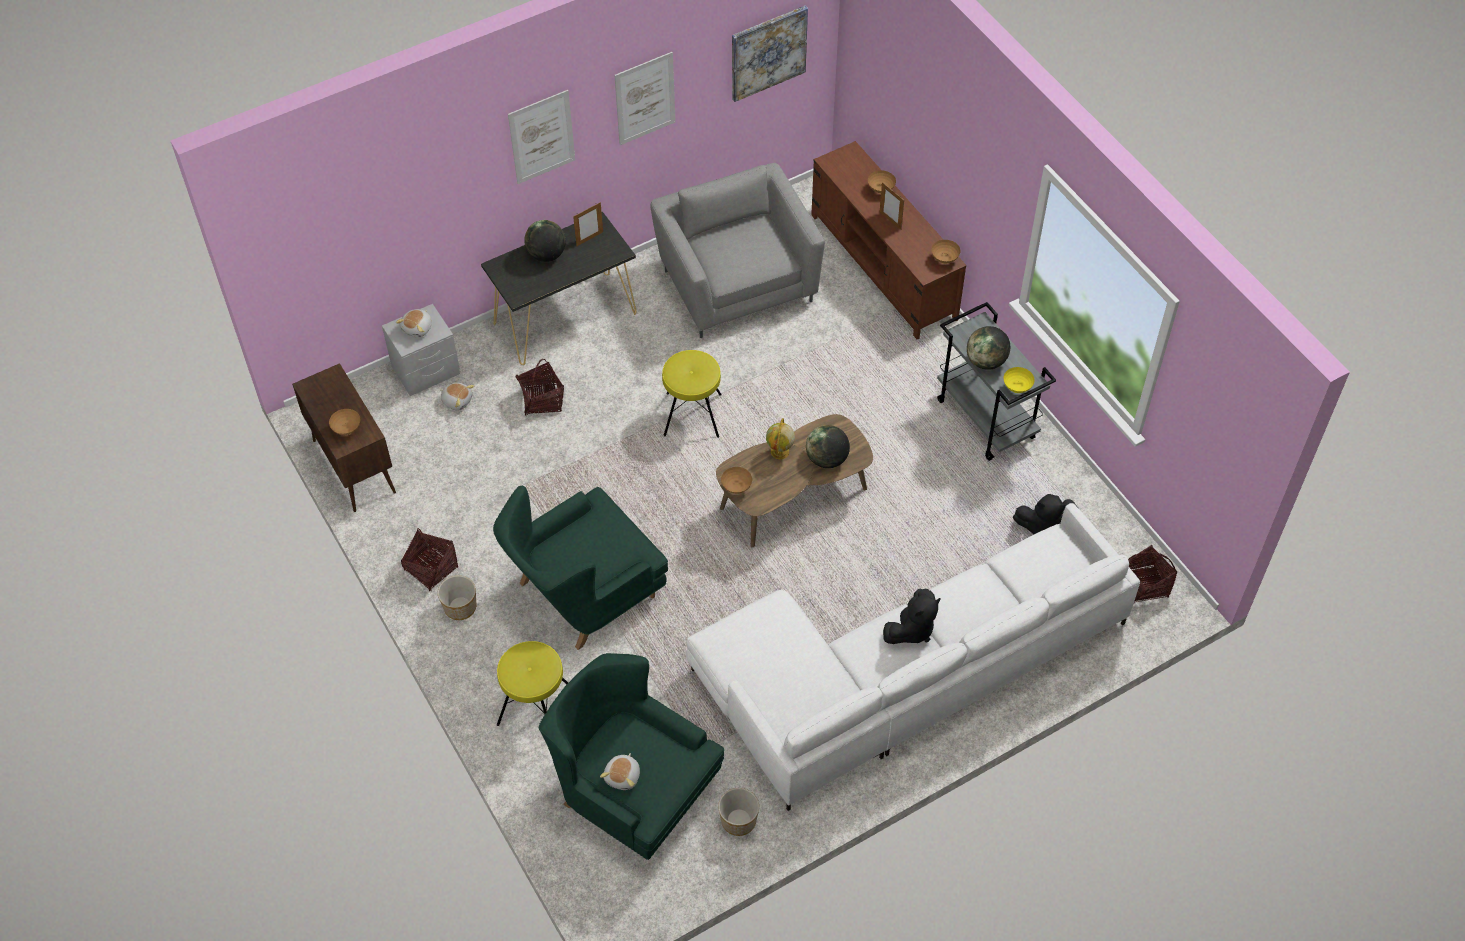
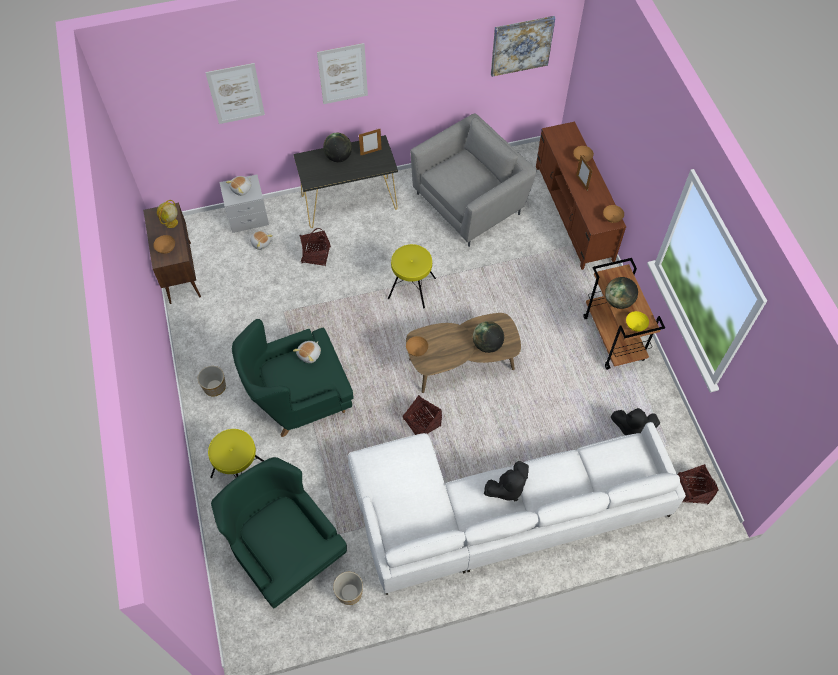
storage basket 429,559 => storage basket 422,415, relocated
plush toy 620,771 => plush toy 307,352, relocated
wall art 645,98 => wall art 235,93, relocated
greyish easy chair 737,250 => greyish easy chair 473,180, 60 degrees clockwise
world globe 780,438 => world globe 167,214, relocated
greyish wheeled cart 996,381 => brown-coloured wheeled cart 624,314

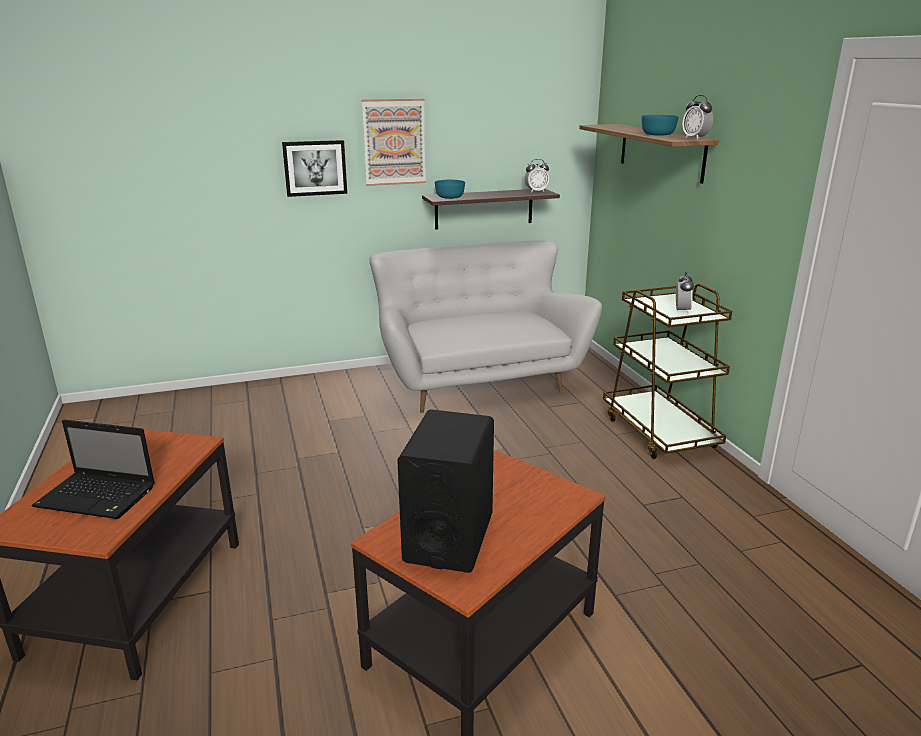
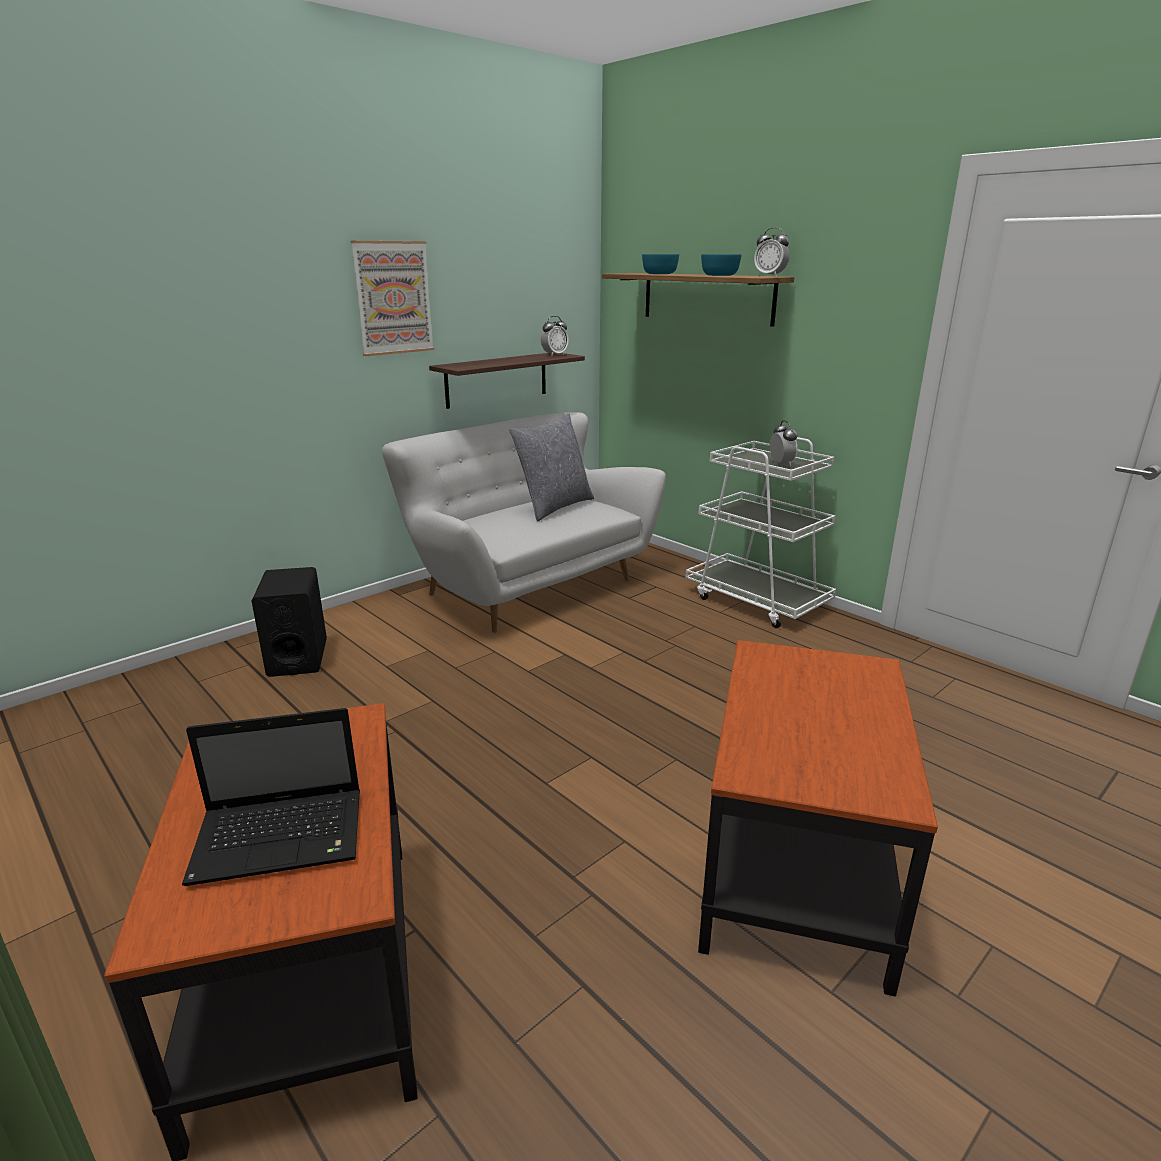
wall art 314,168 => nothing
black-coloured speaker 445,491 => black-coloured speaker 289,622, relocated
turquoise-coloured serving bowl 450,189 => turquoise-coloured serving bowl 660,264, relocated
brown-coloured wheeled cart 667,371 => white wheeled cart 760,532
nothing => greyish cushion 551,467

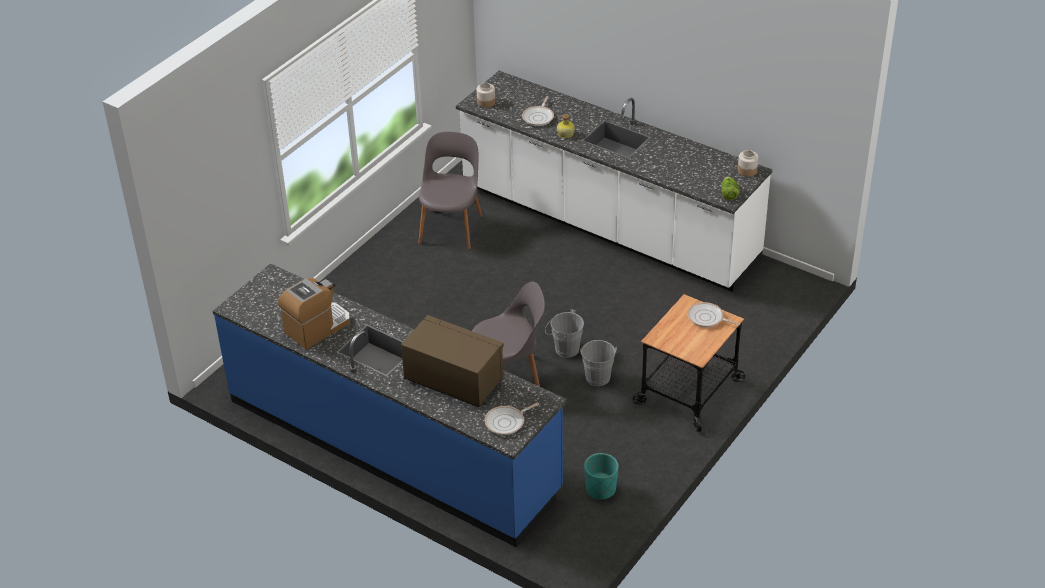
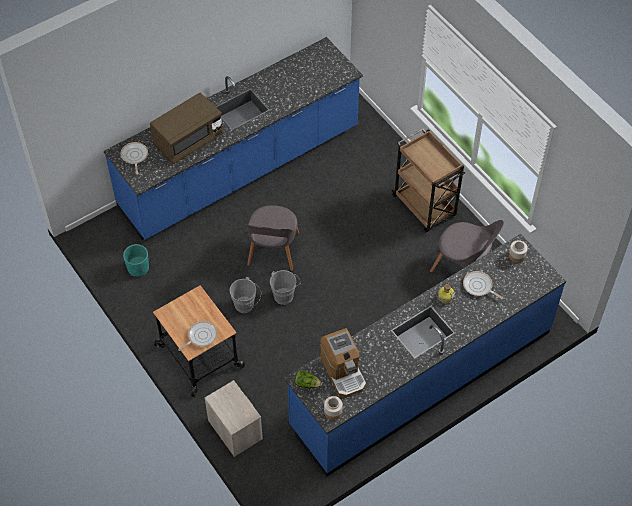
coffee maker 314,314 => coffee maker 343,363, relocated
white kitchen base unit 614,181 => blue kitchen base unit 425,355
nothing => night table 233,418
nothing => brown-coloured wheeled cart 428,180

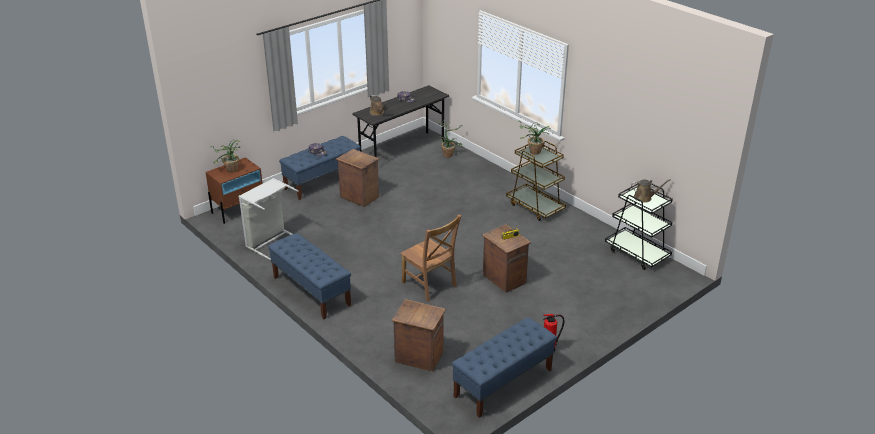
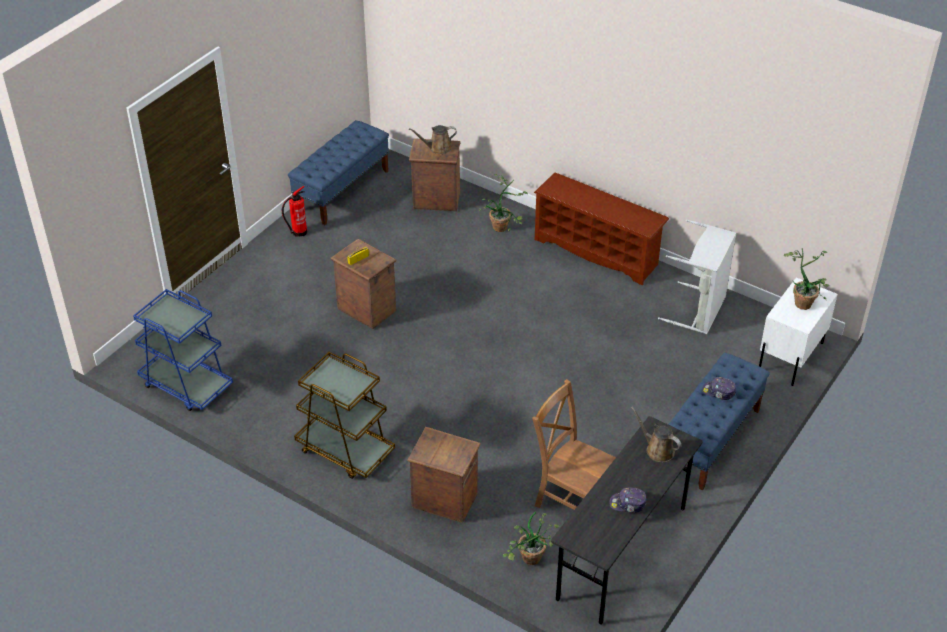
brown-coloured night table 234,190 => white night table 798,332
blue bench 309,276 => brown-coloured shoe stand 601,228
crate 357,178 => crate 444,475, relocated
brown-coloured chair 431,258 => brown-coloured chair 574,444, relocated
potted plant 534,138 => potted plant 503,203, relocated
black-coloured wheeled cart 639,226 => blue wheeled cart 183,350
brown-coloured sprinkling can 651,191 => brown-coloured sprinkling can 433,139, relocated

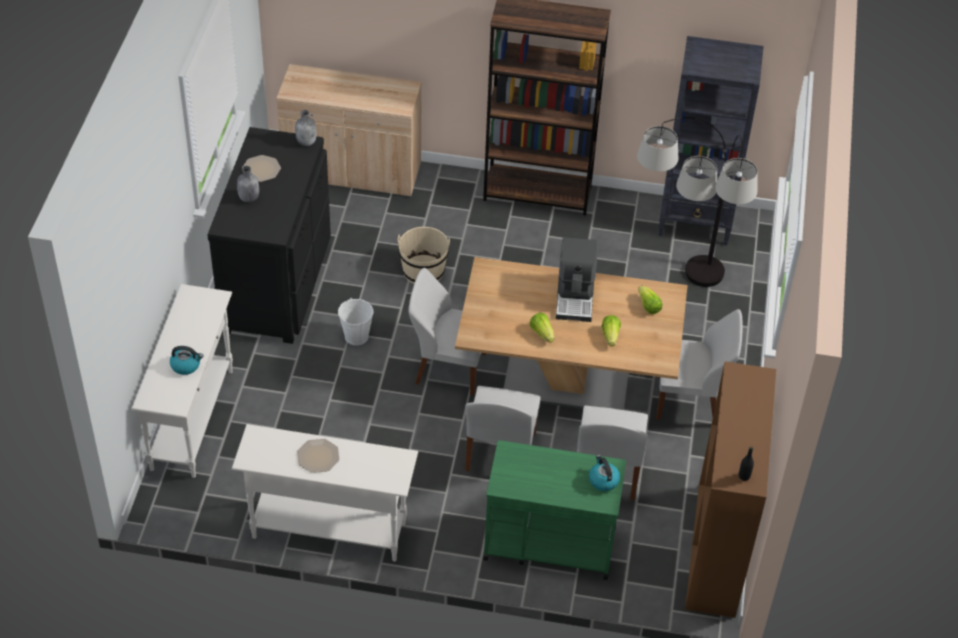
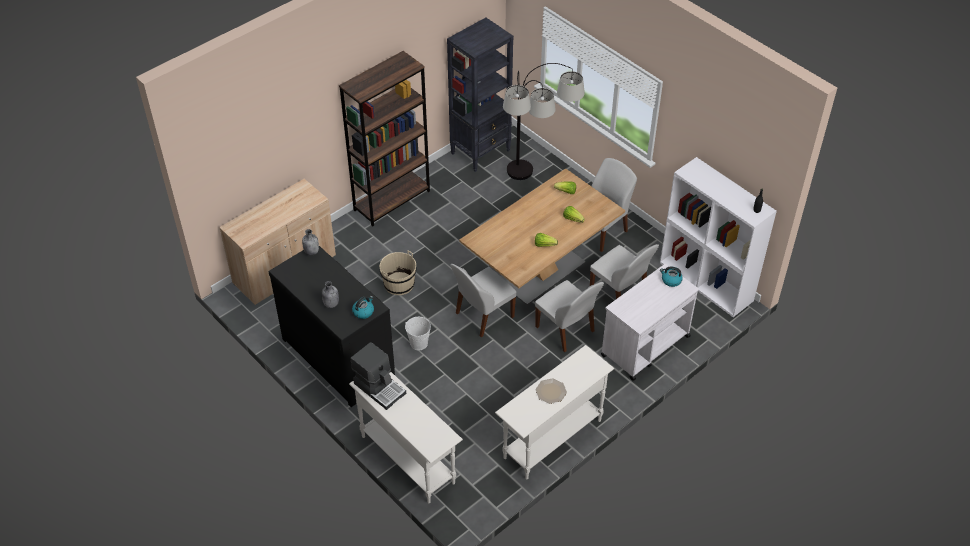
kettle 187,360 => kettle 363,307, relocated
flat dish 262,168 => nothing
green wheeled cart 554,510 => white wheeled cart 650,322
coffee maker 577,279 => coffee maker 378,376, relocated
brown-coloured bookcase 730,489 => white bookcase 718,237

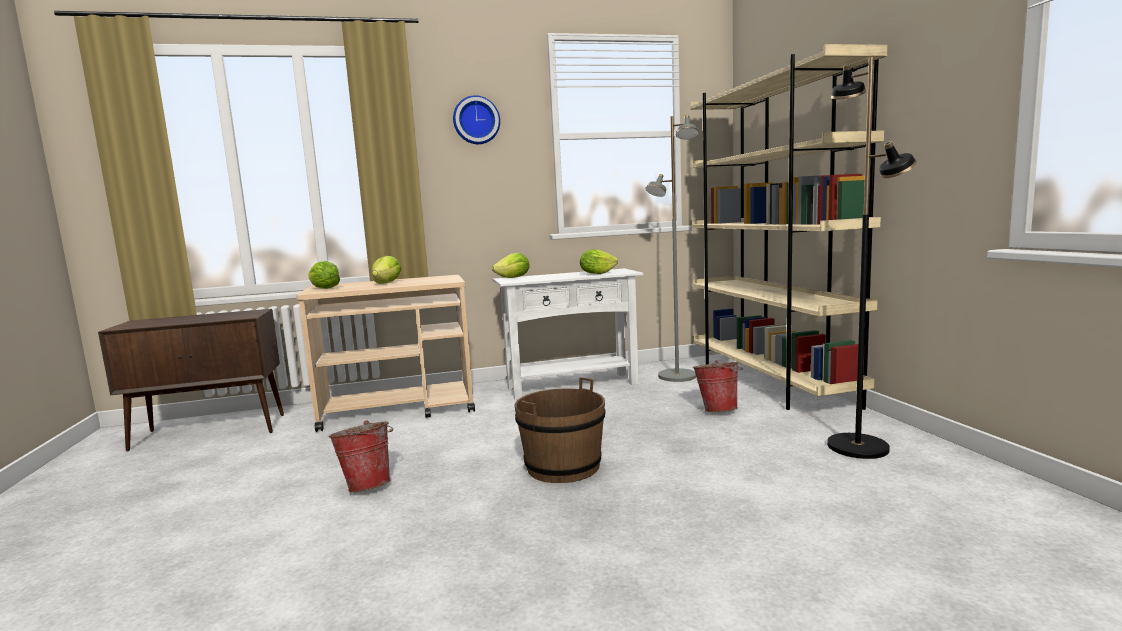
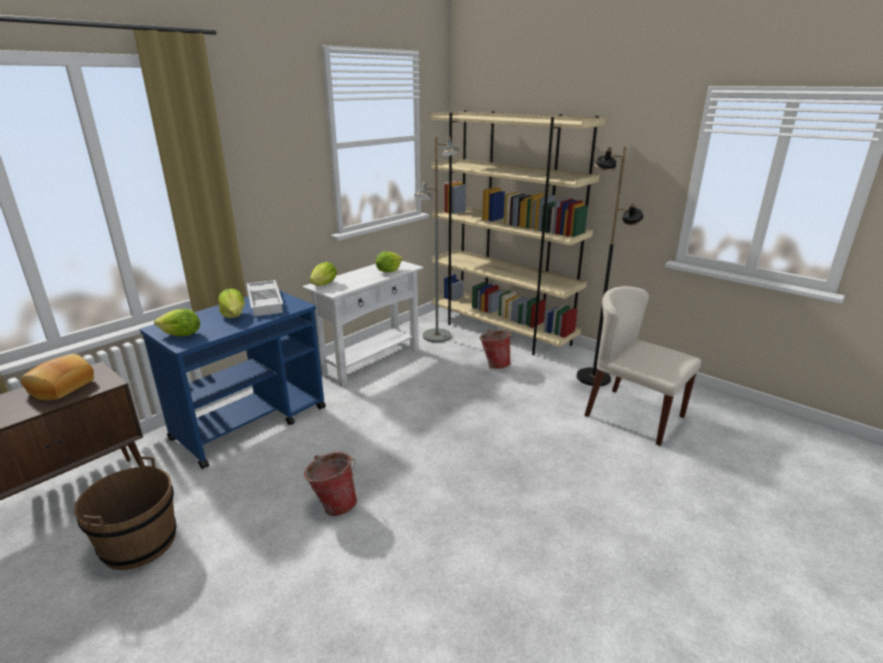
sand-coloured wheeled cart 385,353 => blue wheeled cart 233,379
wall clock 476,119 => nothing
brown-coloured water bucket 559,430 => brown-coloured water bucket 125,513, relocated
nothing => bakery bread 57,377
nothing => white serving tray 265,298
nothing => sand-coloured chair 643,366

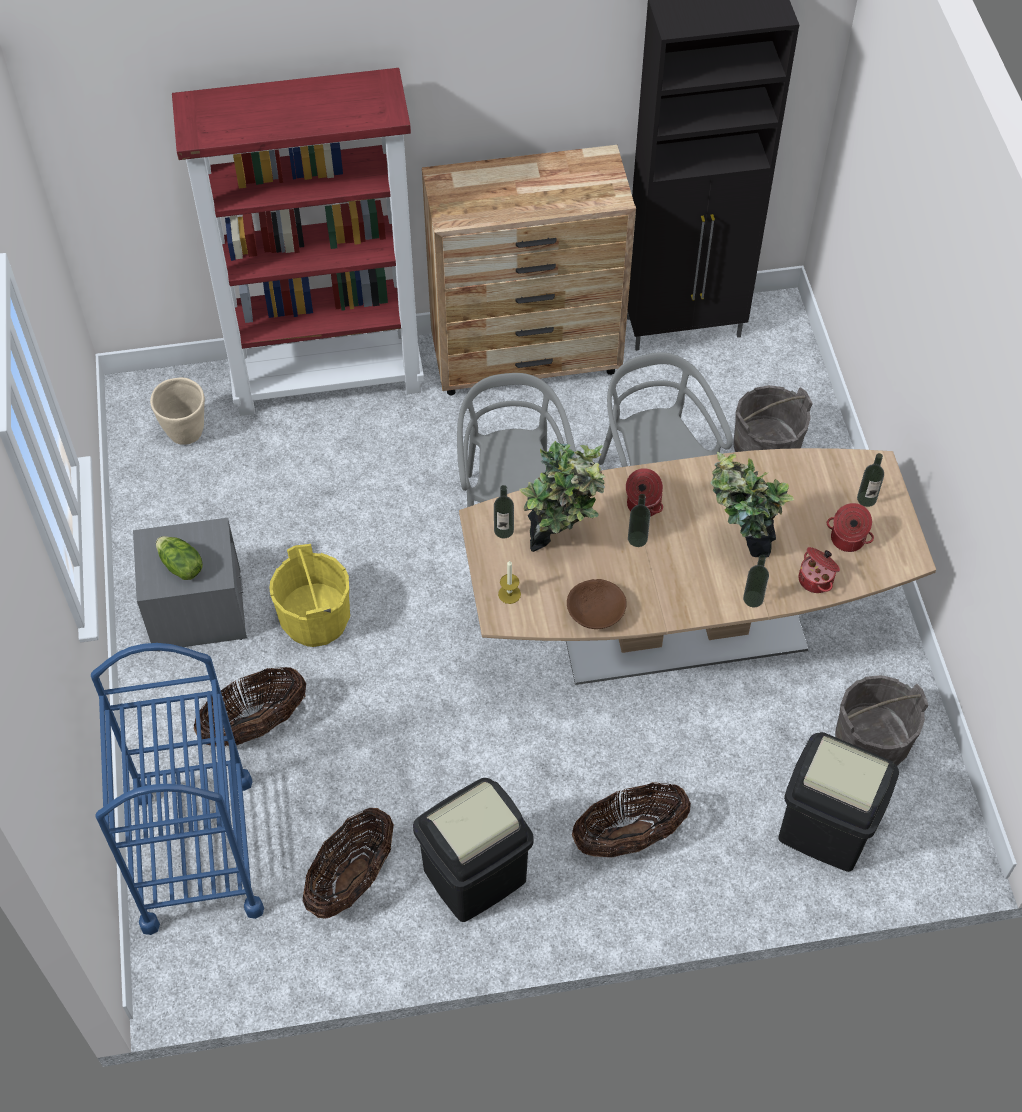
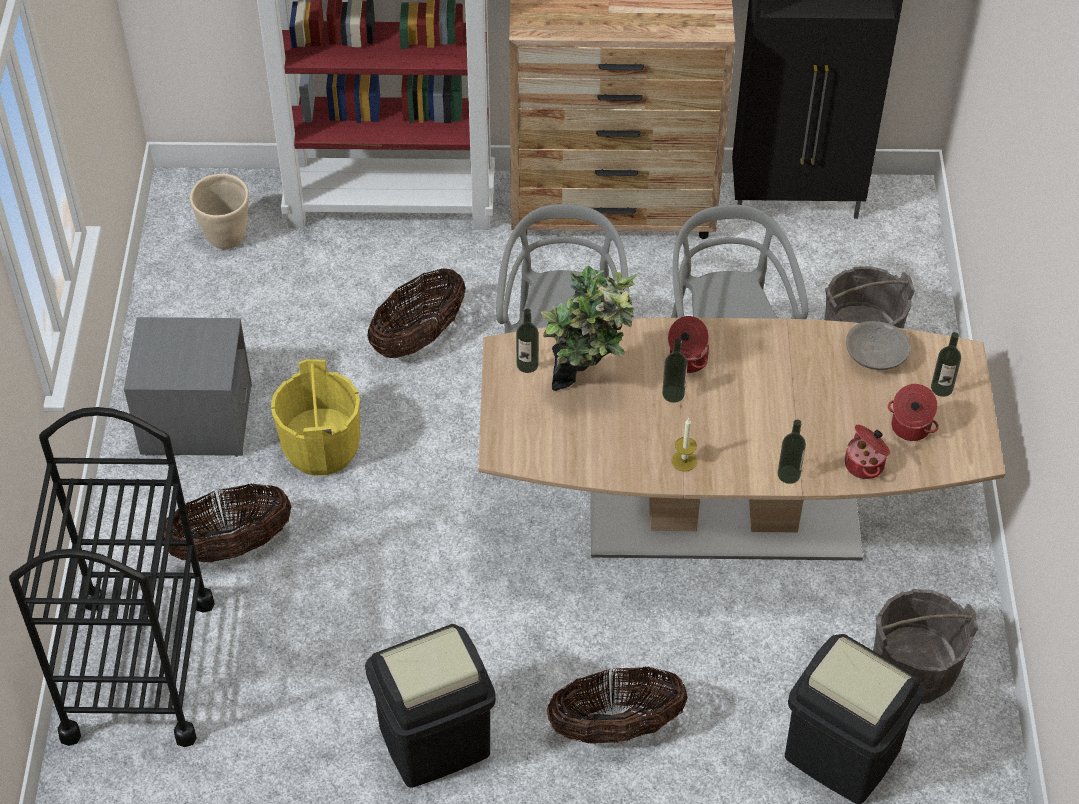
blue wheeled cart 177,789 => black-coloured wheeled cart 112,577
lettuce 179,558 => nothing
storage basket 348,863 => storage basket 416,313, relocated
wax candle 509,582 => wax candle 684,444, relocated
brown-coloured serving bowl 597,604 => nothing
potted plant 752,504 => nothing
nothing => greyish serving bowl 878,345

